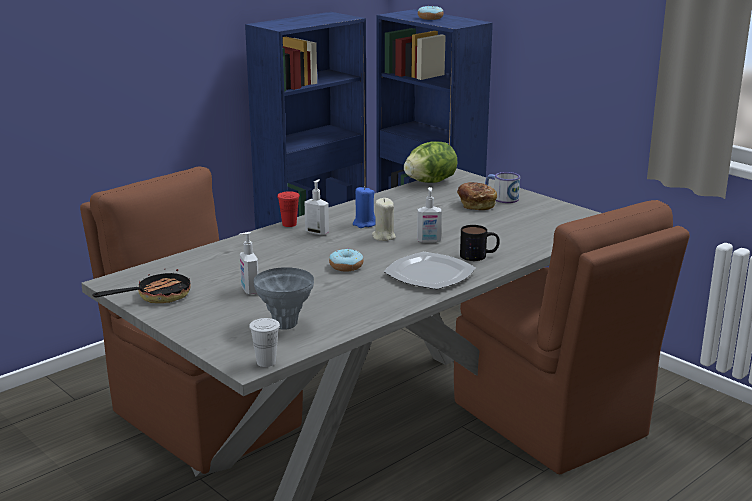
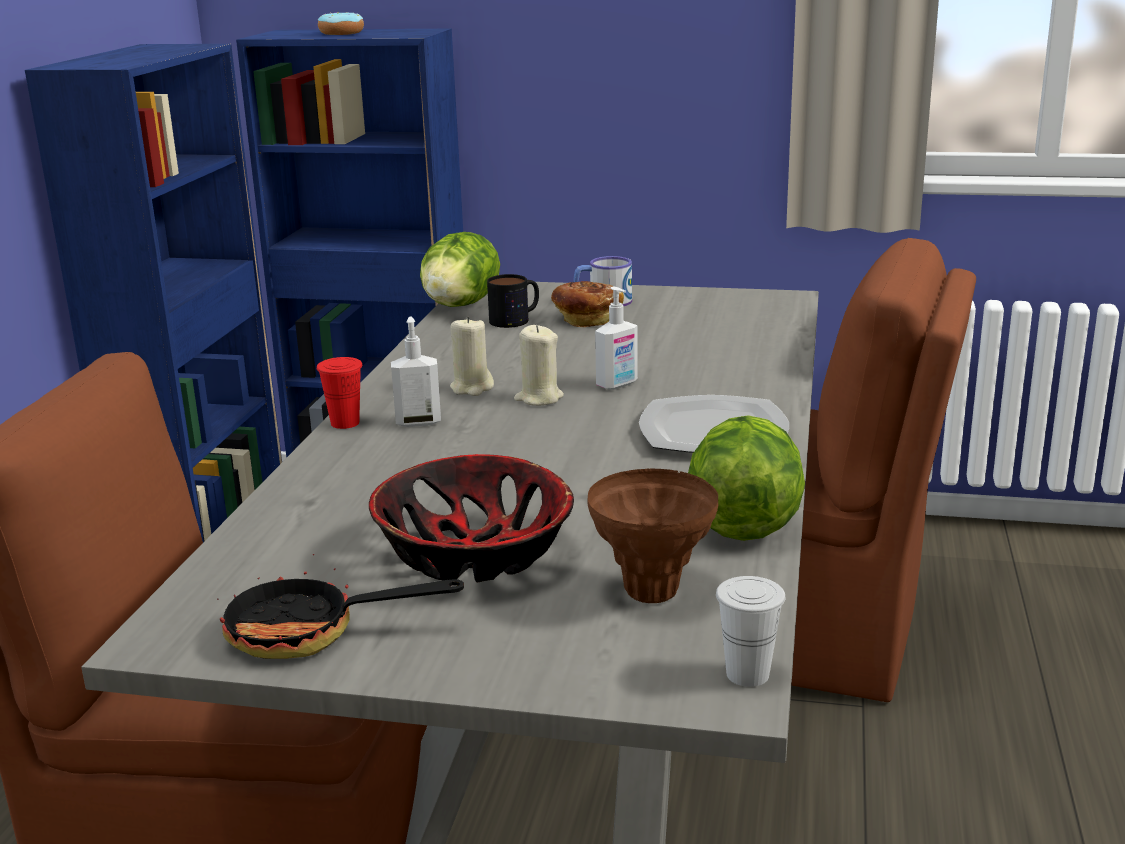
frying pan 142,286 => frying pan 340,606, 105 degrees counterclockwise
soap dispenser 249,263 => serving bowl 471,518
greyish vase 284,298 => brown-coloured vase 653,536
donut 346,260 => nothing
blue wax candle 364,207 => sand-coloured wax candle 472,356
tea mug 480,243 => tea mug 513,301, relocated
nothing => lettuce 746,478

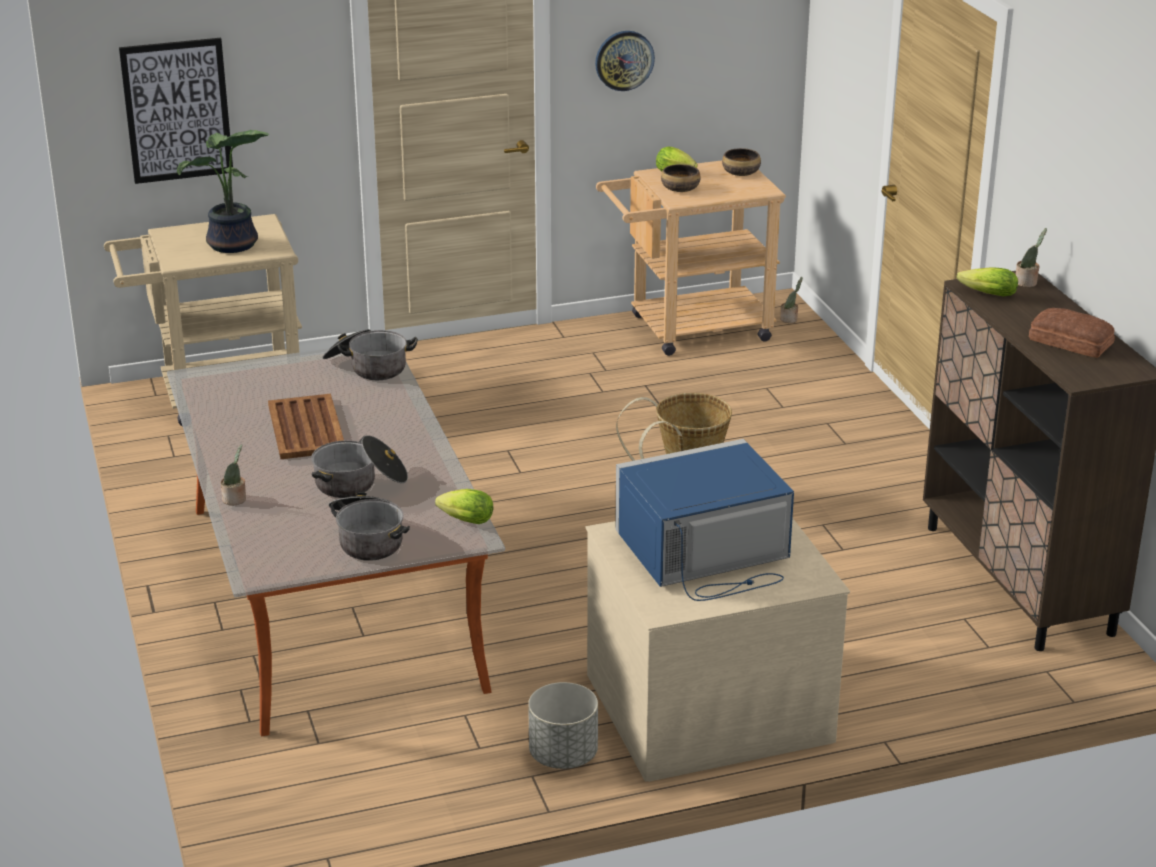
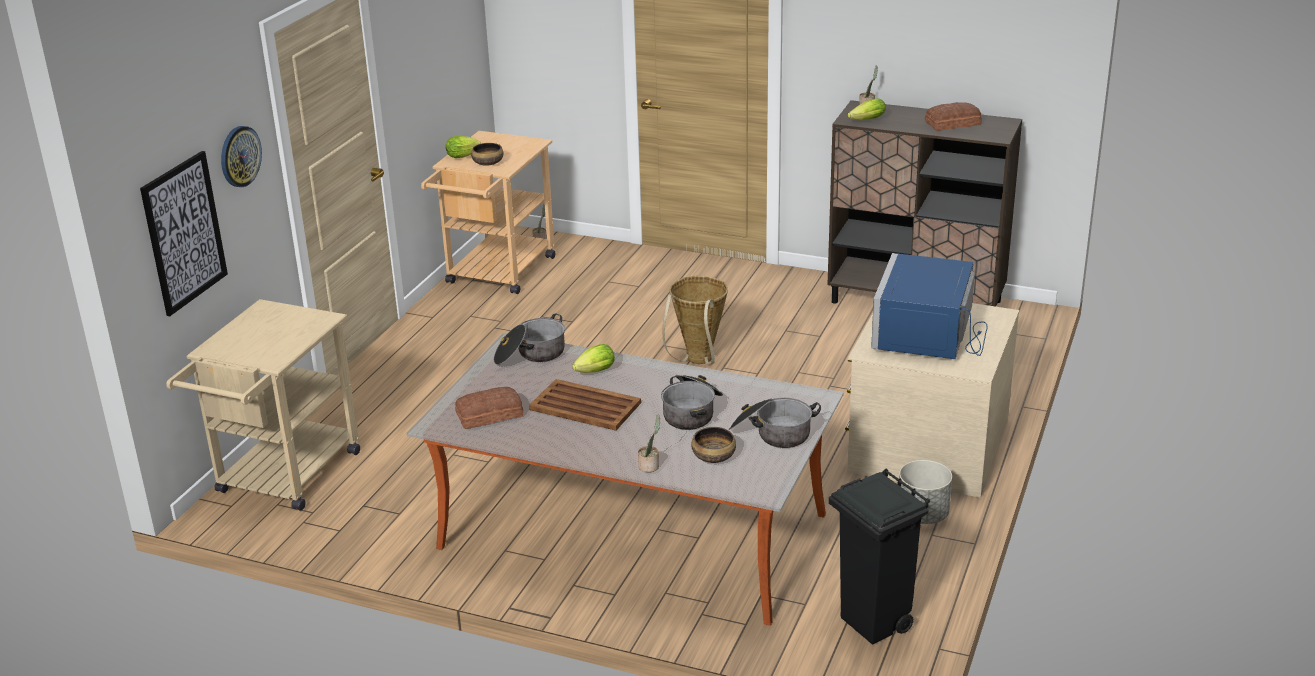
potted plant 223,191 => nothing
lettuce 464,506 => lettuce 593,358, relocated
wall clock 625,61 => wall clock 241,156, relocated
serving bowl 741,162 => serving bowl 713,445, relocated
nothing => bakery bread 489,408
nothing => black-coloured rubbish bin 879,557

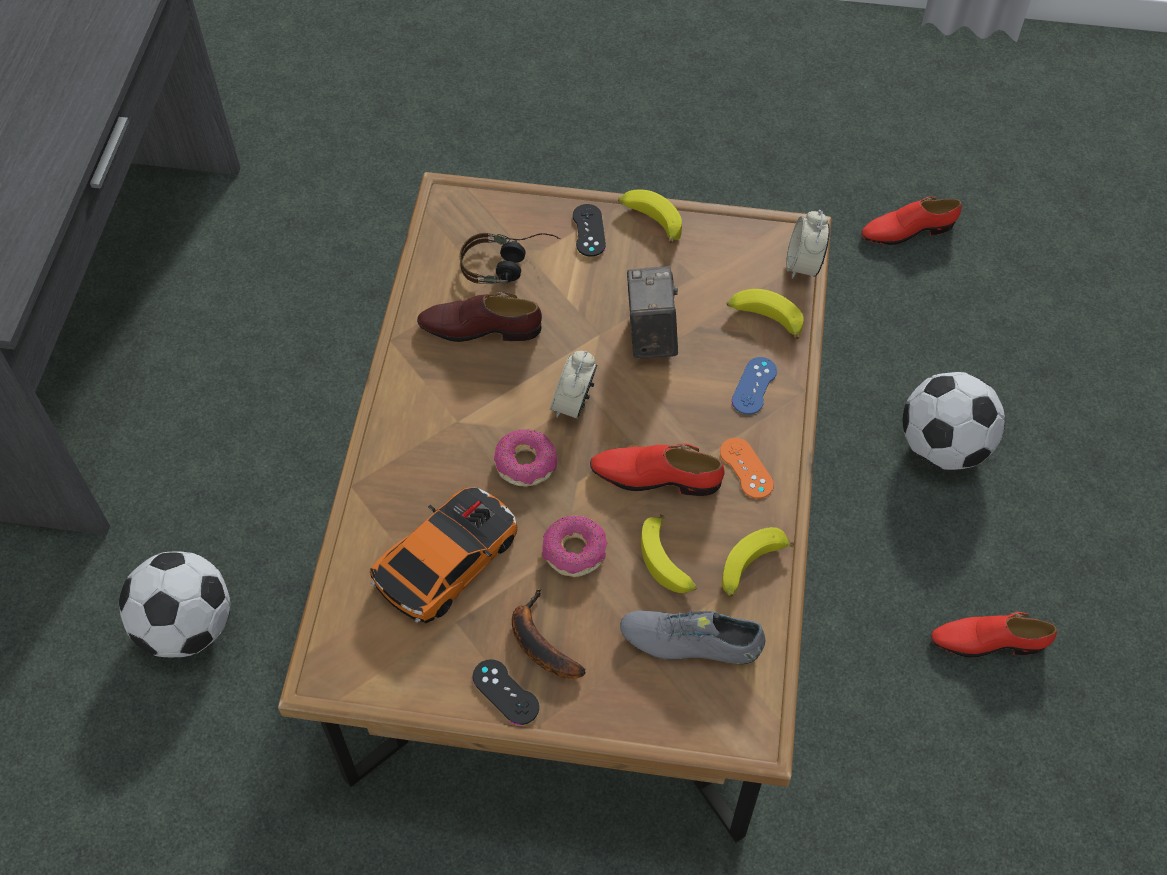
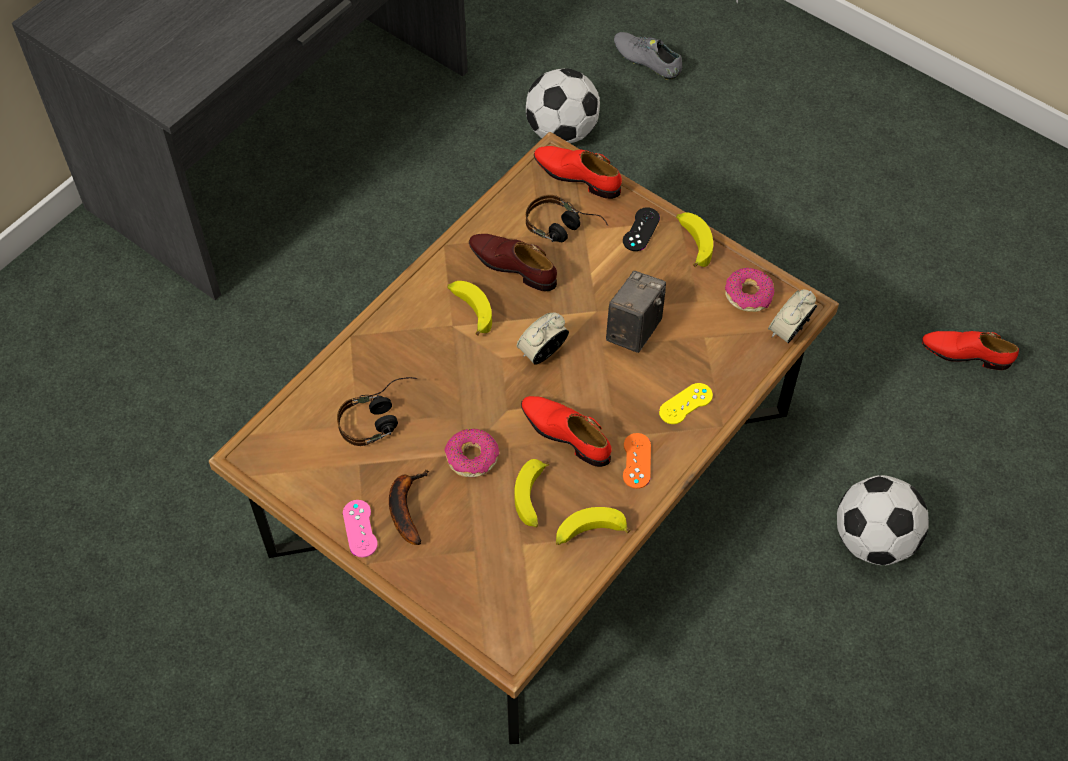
ball for football 175,604 => ball for football 563,105, relocated
toy car 443,555 => pair of headphones 377,411
black-coloured gamepad 506,692 => pink gamepad 360,529
donut 525,458 => donut 749,290, relocated
greyish item of footwear 692,637 => greyish item of footwear 648,56, relocated
banana fruit 765,314 => banana fruit 469,308, relocated
blue gamepad 754,386 => yellow gamepad 686,403
red item of footwear 993,635 => red item of footwear 578,172, relocated

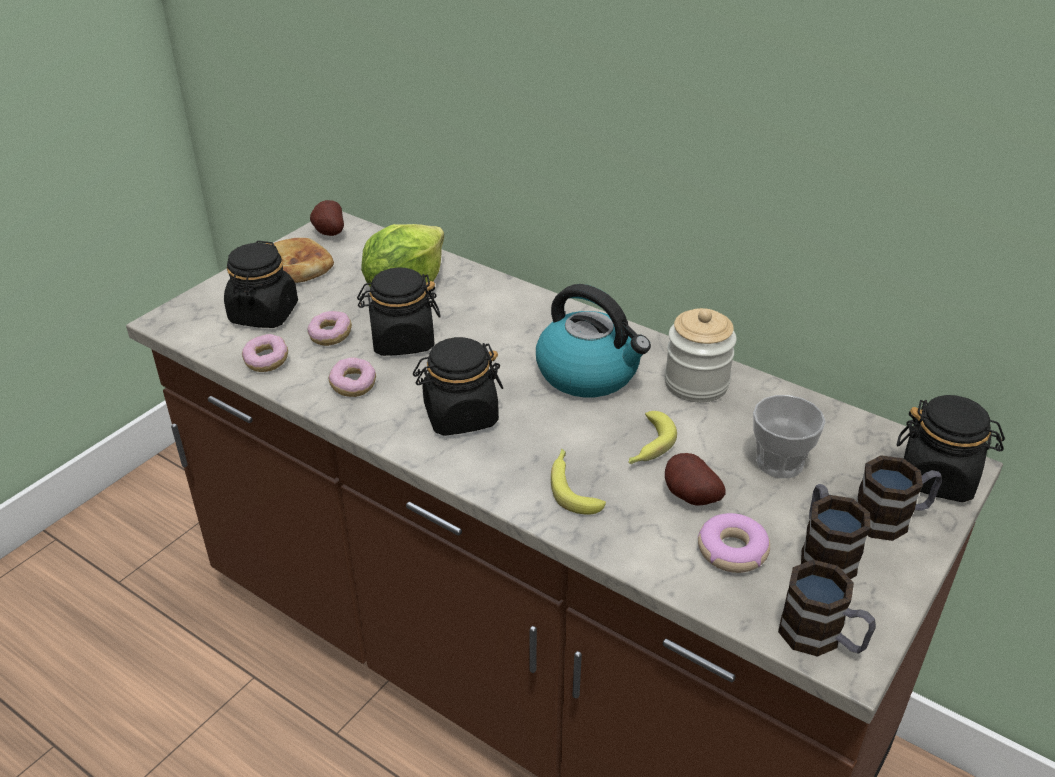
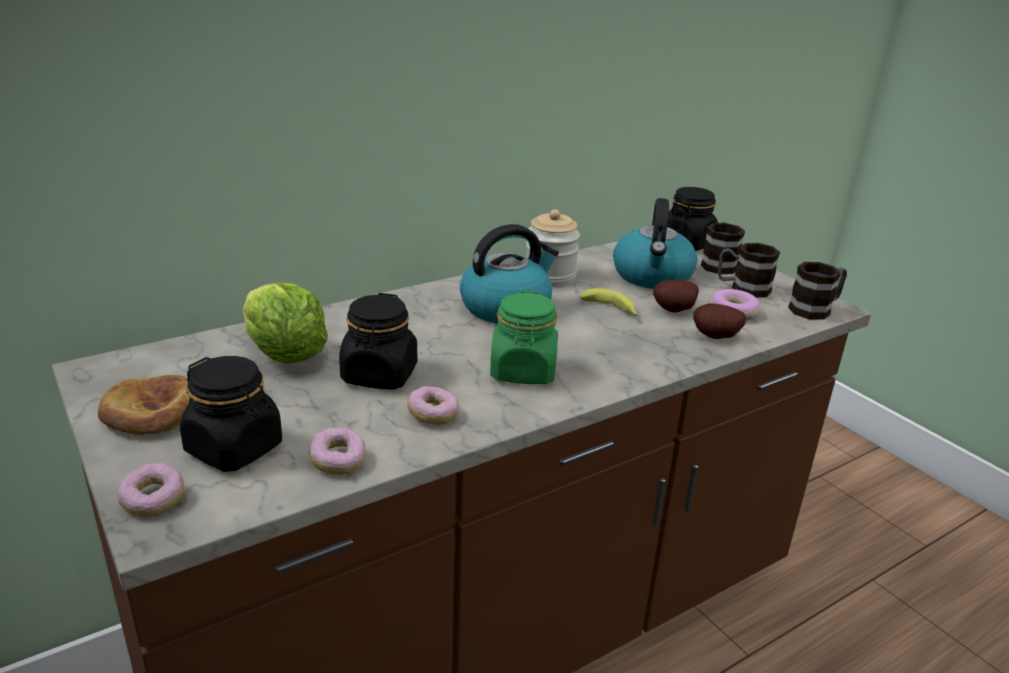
donut 330,328 => donut 150,490, relocated
potato 327,218 => potato 719,321, relocated
black-coloured preserve jar 458,386 => green preserve jar 524,337
banana fruit 578,482 => nothing
drinking cup 789,436 => kettle 655,243

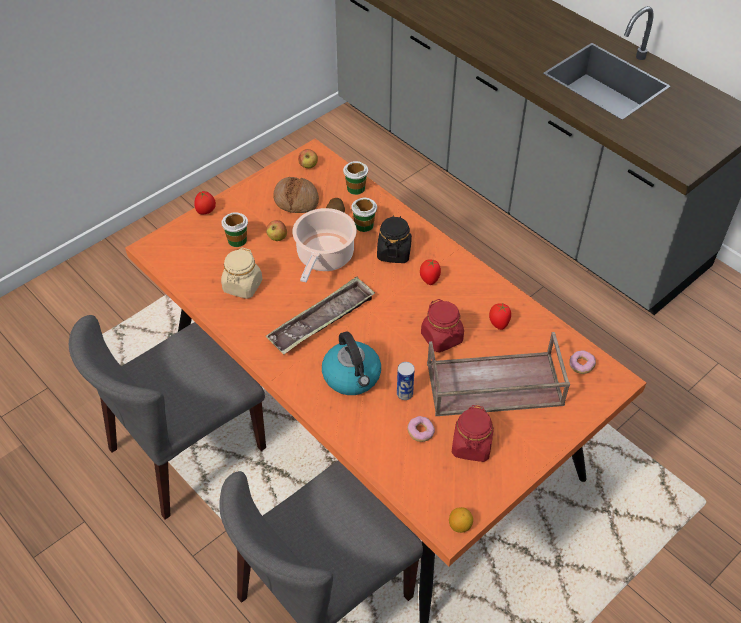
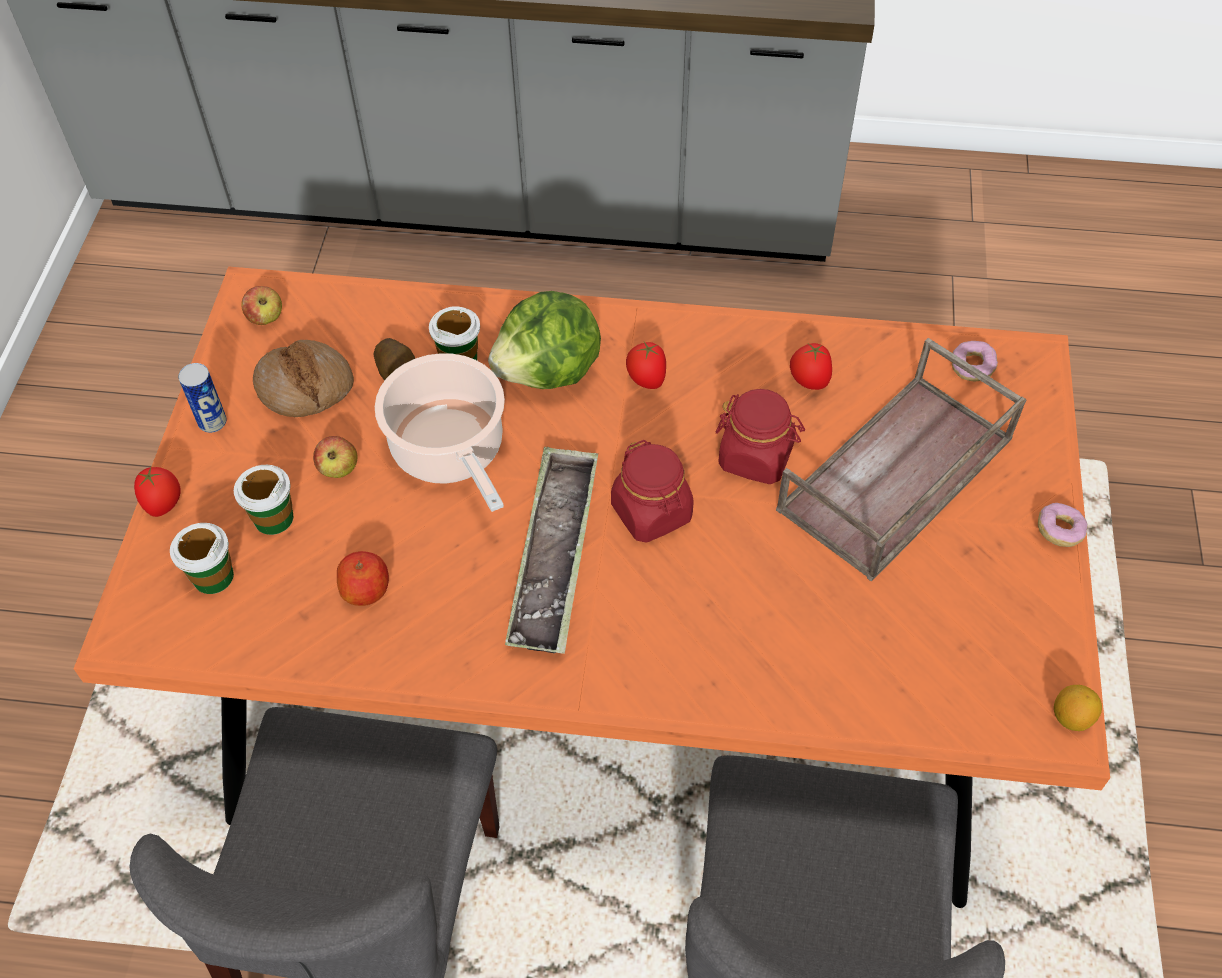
sand-coloured preserve jar 241,273 => apple fruit 363,578
kettle 351,363 => nothing
drinking cup 355,178 => drinking cup 202,558, relocated
black-coloured preserve jar 394,239 => lettuce 544,340
metal can 406,381 => metal can 202,398, relocated
donut 421,429 => donut 1062,525, relocated
red preserve jar 473,433 => red preserve jar 652,491, relocated

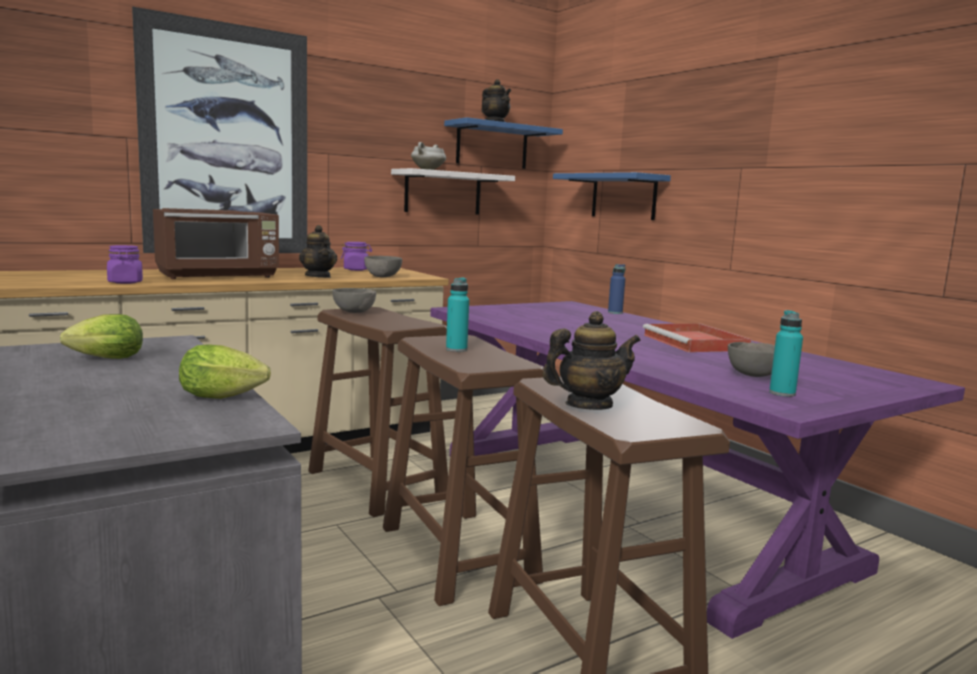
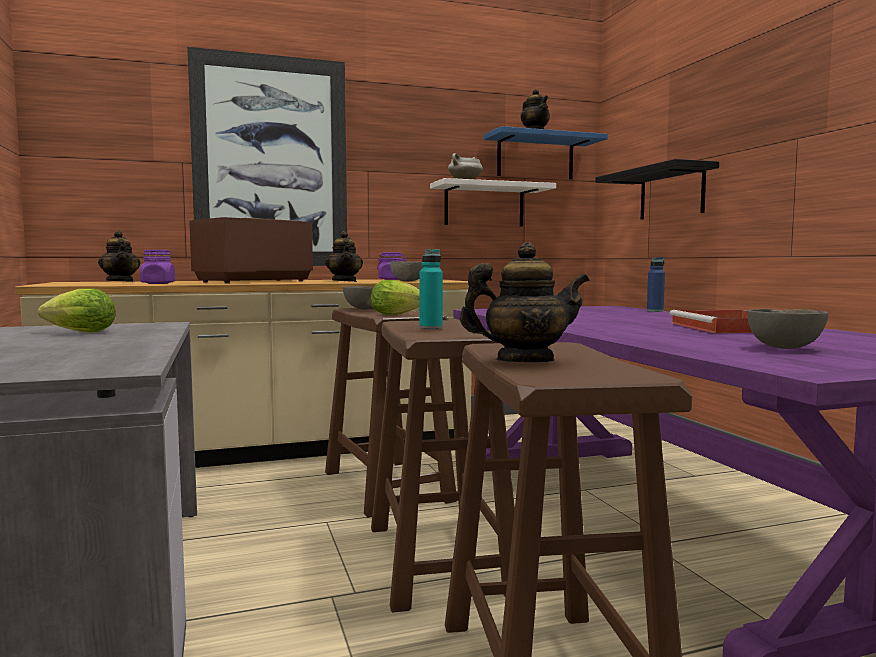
brown-coloured microwave oven 216,243 => brown-coloured microwave oven 251,250, 150 degrees clockwise
lettuce 225,372 => lettuce 395,297, relocated
blue bracket shelf 612,196 => black-coloured bracket shelf 657,189
turquoise-coloured beverage bottle 786,353 => nothing
nothing => teapot 119,256

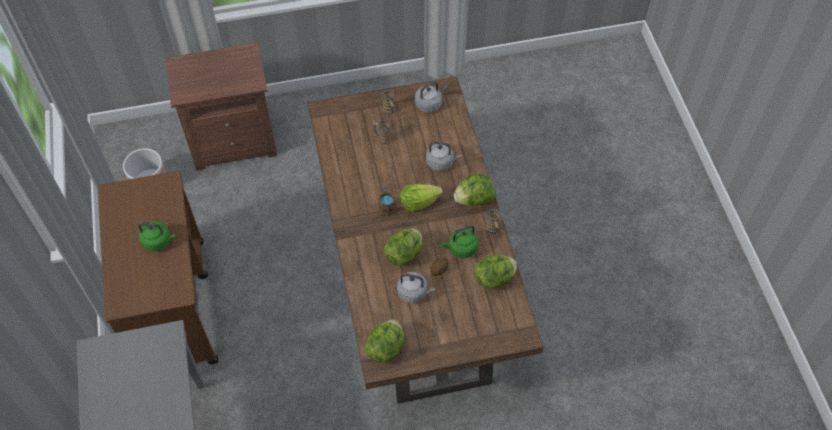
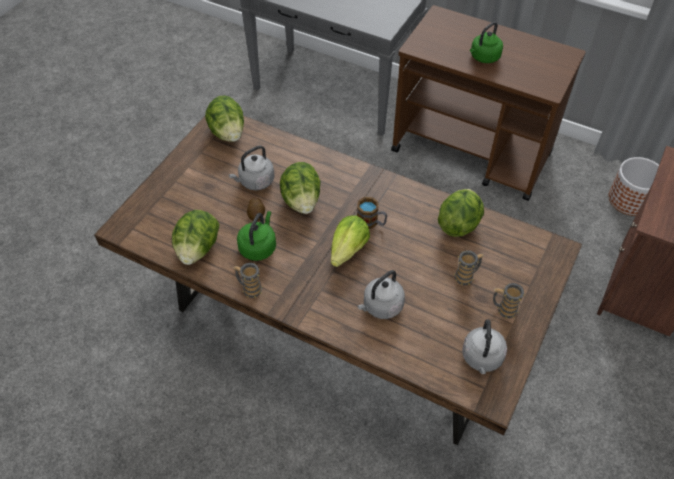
lettuce 475,190 => lettuce 461,213, relocated

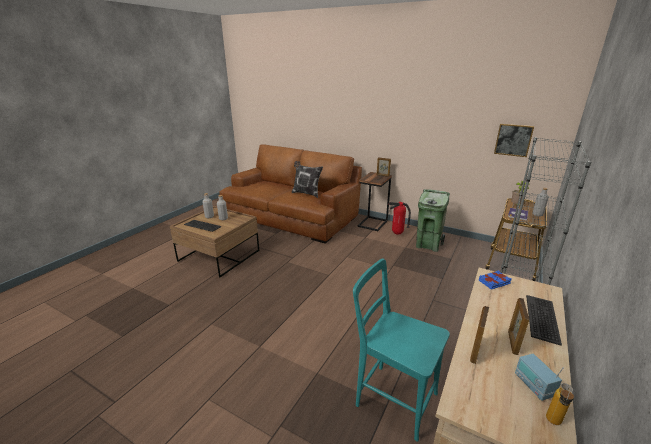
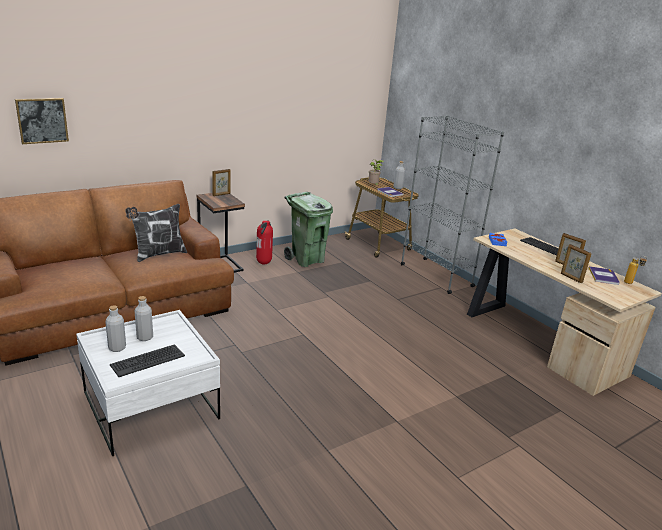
brown-coloured low table 214,242 => white low table 148,383
turquoise-coloured chair 401,350 => nothing
wall art 514,140 => wall art 42,121, relocated
radio set 539,377 => bound book 604,275

